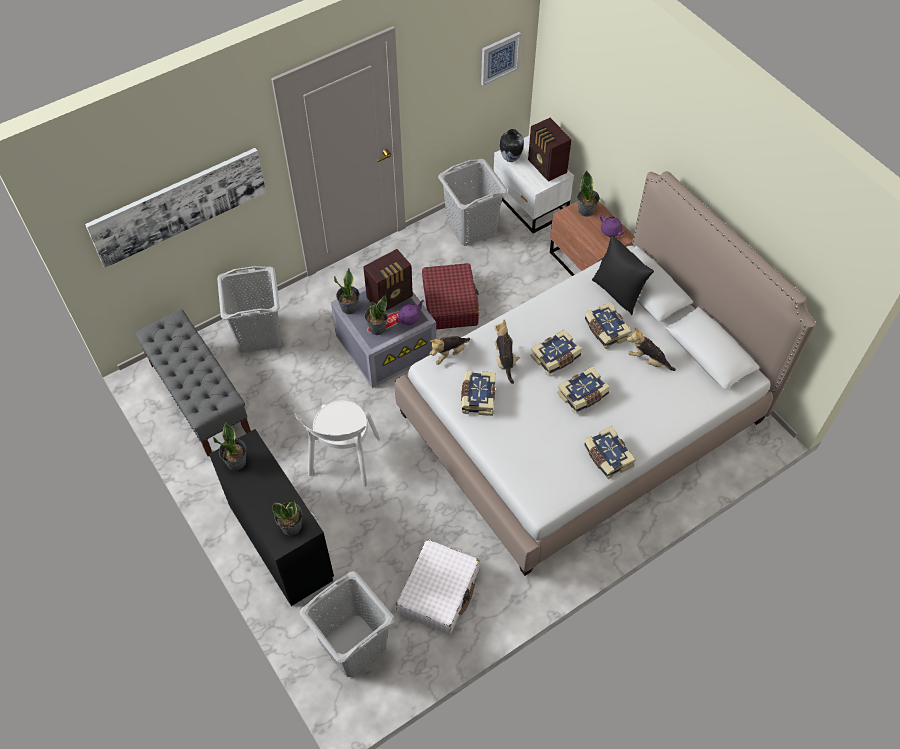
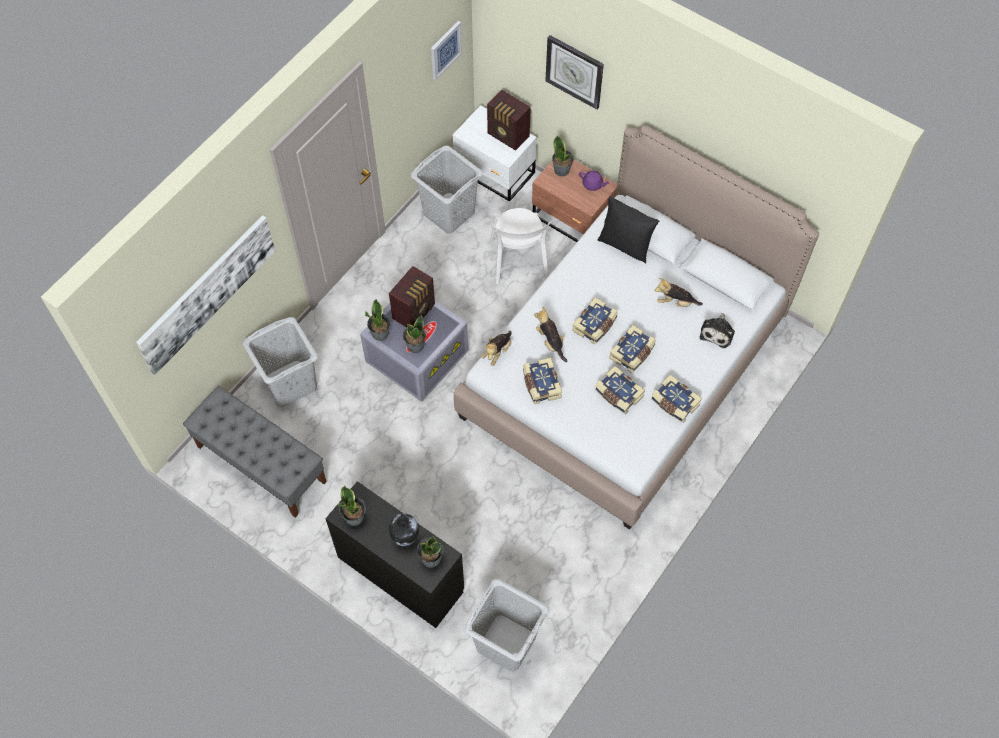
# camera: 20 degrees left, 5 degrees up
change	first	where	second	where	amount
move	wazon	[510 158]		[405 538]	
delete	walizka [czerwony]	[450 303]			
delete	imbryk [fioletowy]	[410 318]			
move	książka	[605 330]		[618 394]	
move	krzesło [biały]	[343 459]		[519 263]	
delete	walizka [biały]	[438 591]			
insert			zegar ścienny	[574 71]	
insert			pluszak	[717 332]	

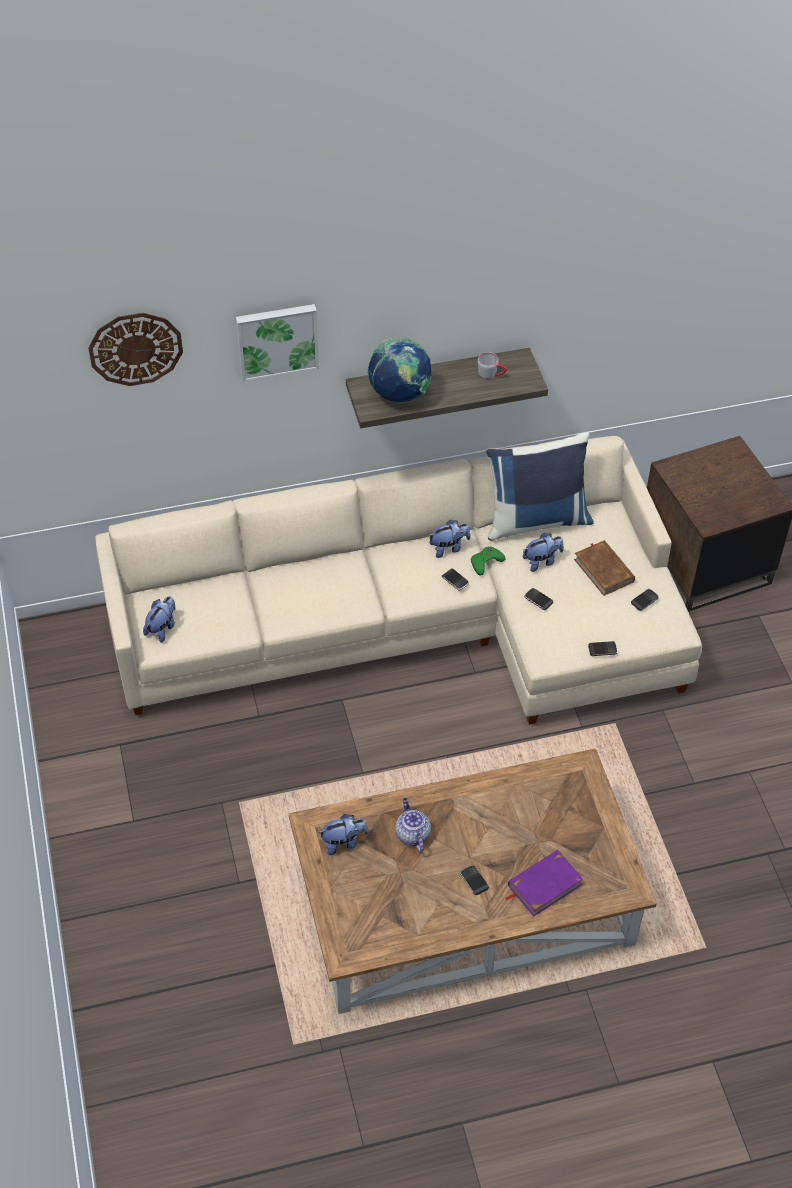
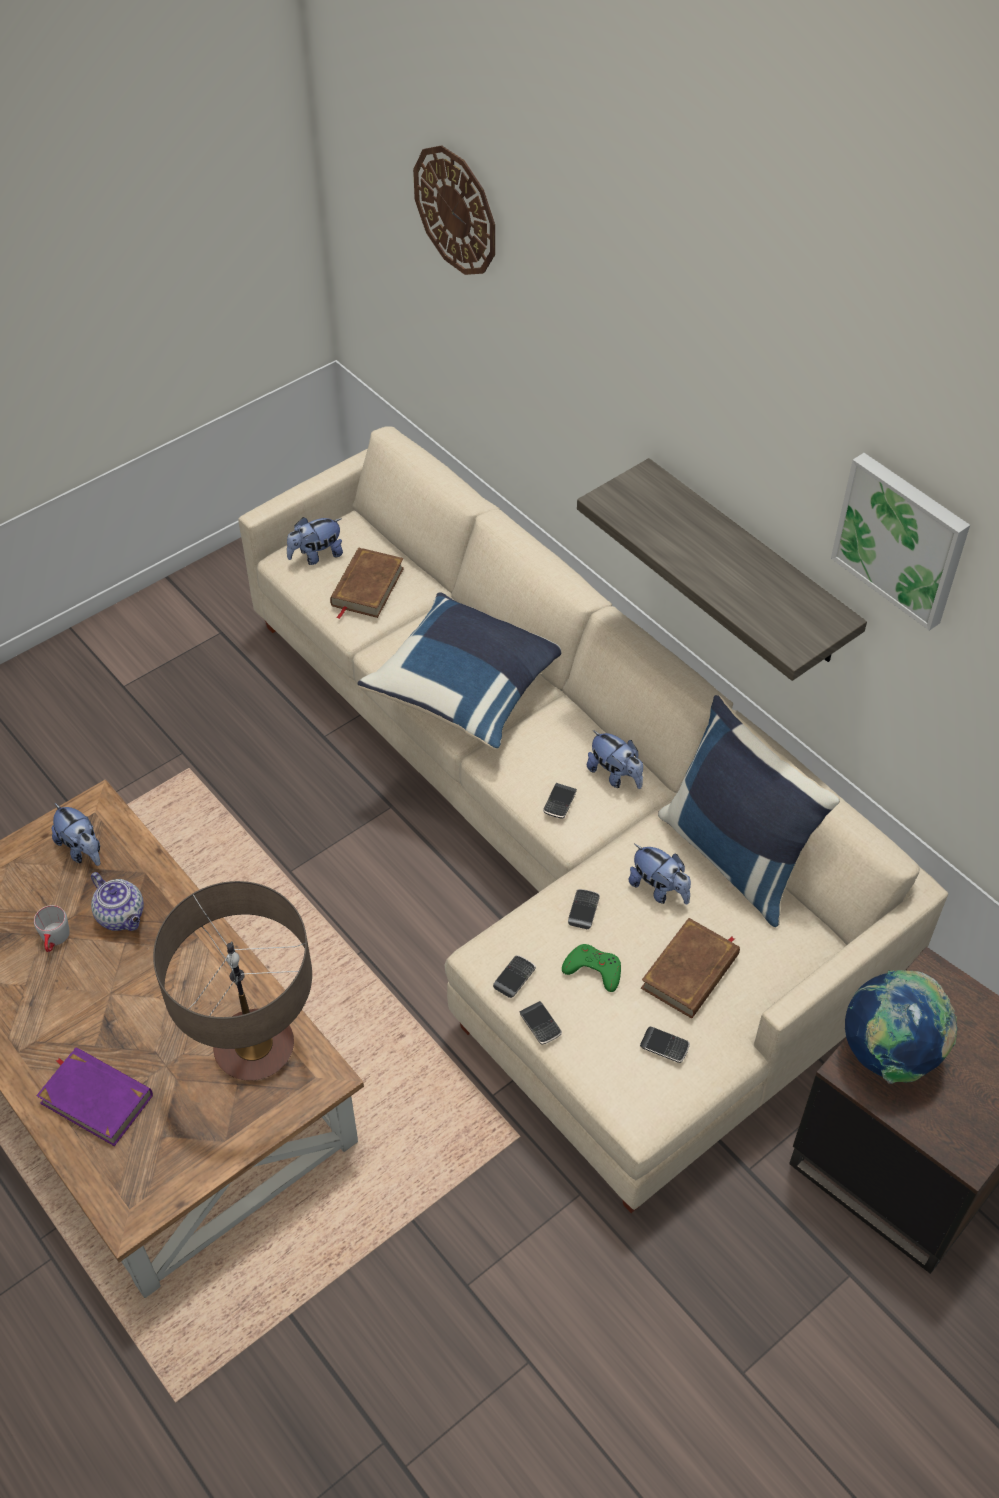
# camera: 65 degrees right, 0 degrees up
change	first	where	second	where	amount
move	obraz	[277 340]		[902 538]	
move	globus	[400 394]		[890 1054]	
move	kubek [szary]	[491 374]		[55 940]	
move	pad do gier [zielony]	[486 562]		[593 970]	
rotate	pluszak	[162 628]		[316 555]	150 degrees clockwise
rotate	imbryk	[412 834]		[122 916]	90 degrees clockwise
move	telefon	[474 881]		[514 978]	
insert			książka [brązowy]	[367 587]	
insert			poduszka [niebieski]	[466 689]	
insert			lampa stołowa	[254 1048]	

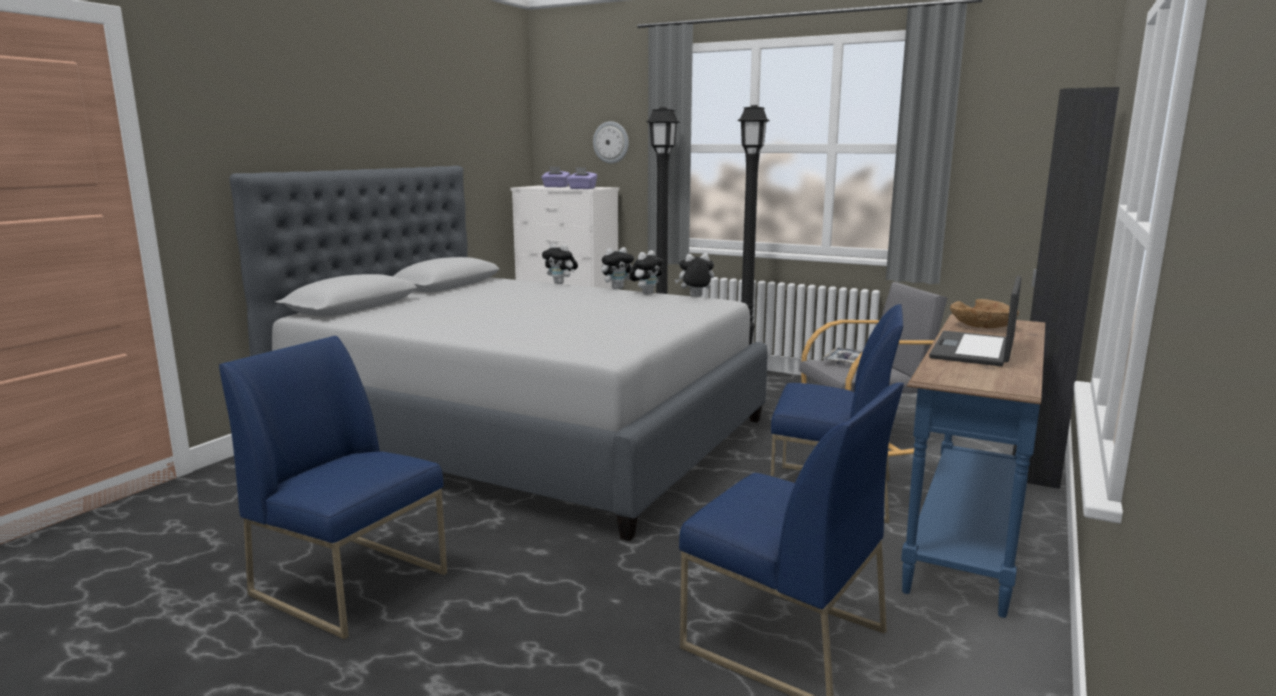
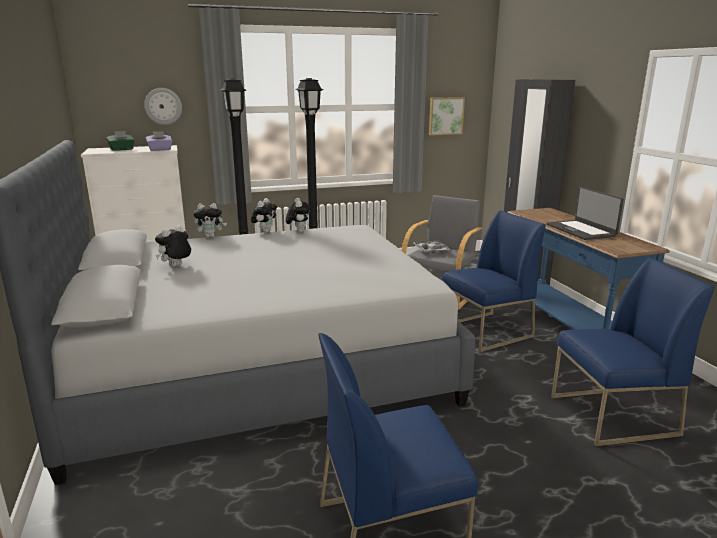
# camera: 45 degrees left, 5 degrees up
change	first	where	second	where	amount
recolor	pudełko chusteczek [fioletowy]	[555 187]	pudełko chusteczek [zielony]	[122 149]	
move	pluszak	[695 297]		[176 266]	
delete	miska [brązowy]	[982 327]			
insert			obraz	[445 116]	

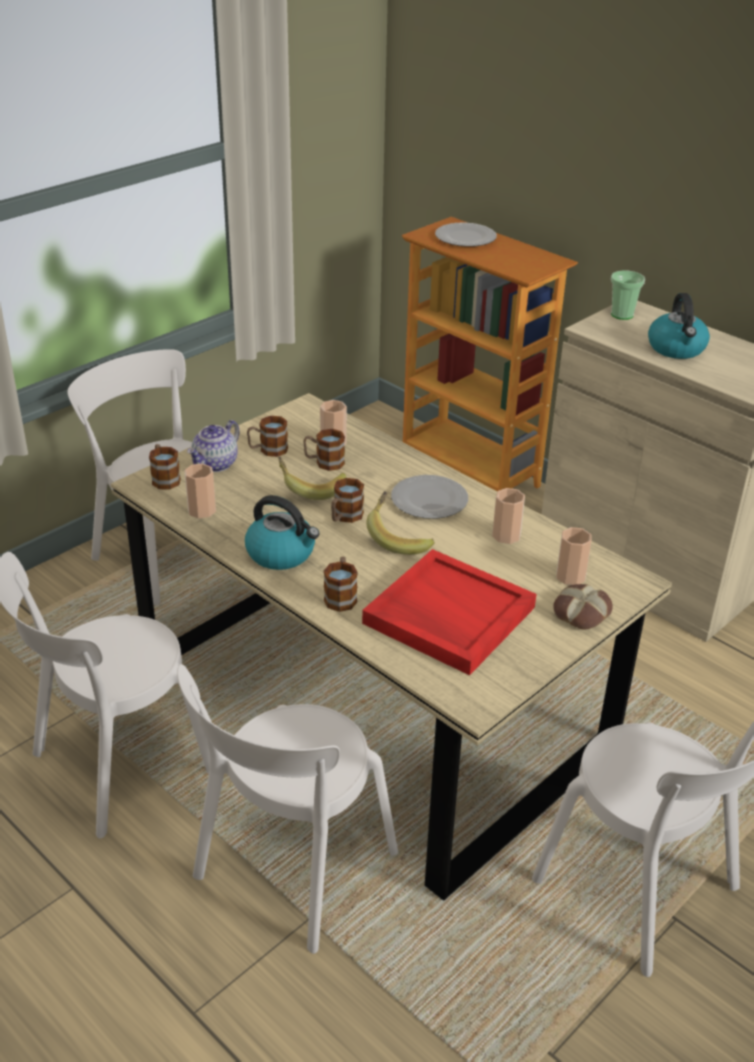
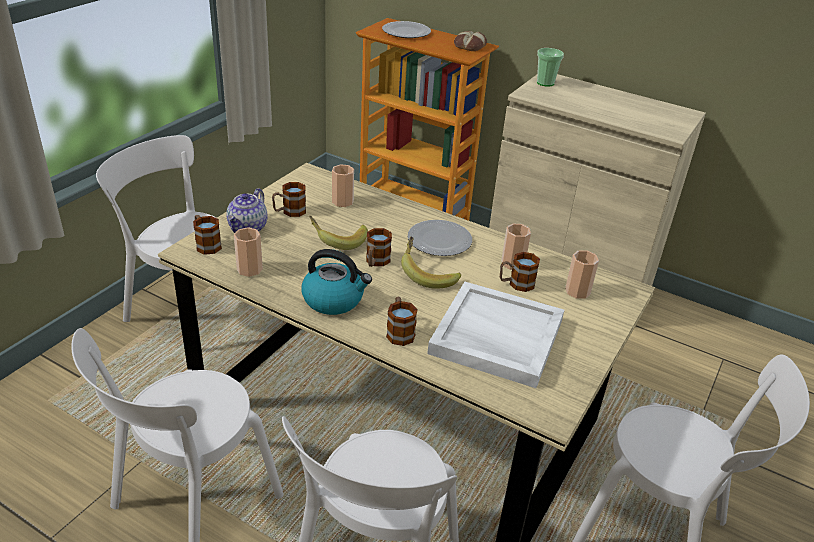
# camera: 15 degrees left, 0 degrees up
change	first	where	second	where	amount
delete	czajnik	[677 349]			
move	kubek	[324 462]		[516 284]	
recolor	taca [czerwony]	[447 615]	taca [biały]	[495 337]	
move	chleb	[580 612]		[469 46]	

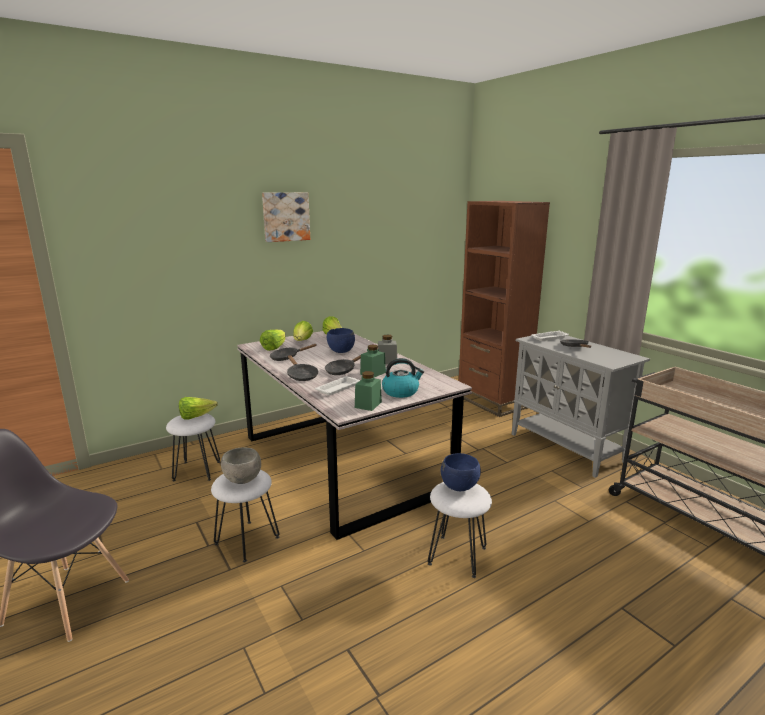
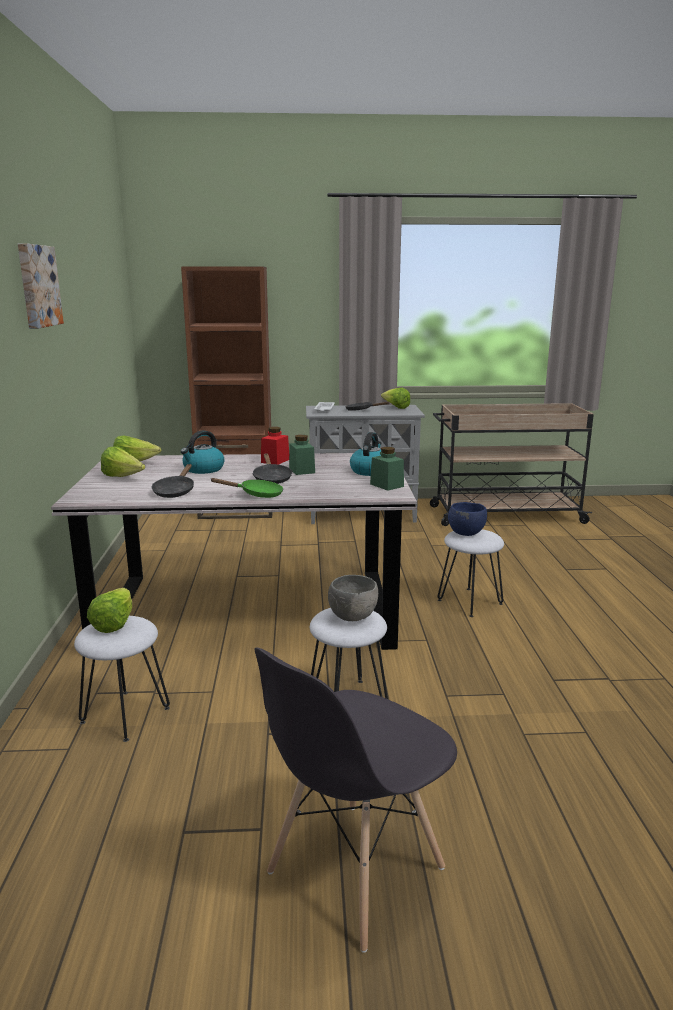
# camera: 60 degrees left, 0 degrees up
change	first	where	second	where	amount
replace	miska [niebieski]	[341 351]	czajnik	[203 469]	
move	sałata	[274 348]		[396 407]	
recolor	słoik [szary]	[387 361]	słoik [czerwony]	[275 461]	
recolor	patelnia [czarny]	[301 376]	patelnia [zielony]	[257 494]	
delete	taca [biały]	[338 388]			

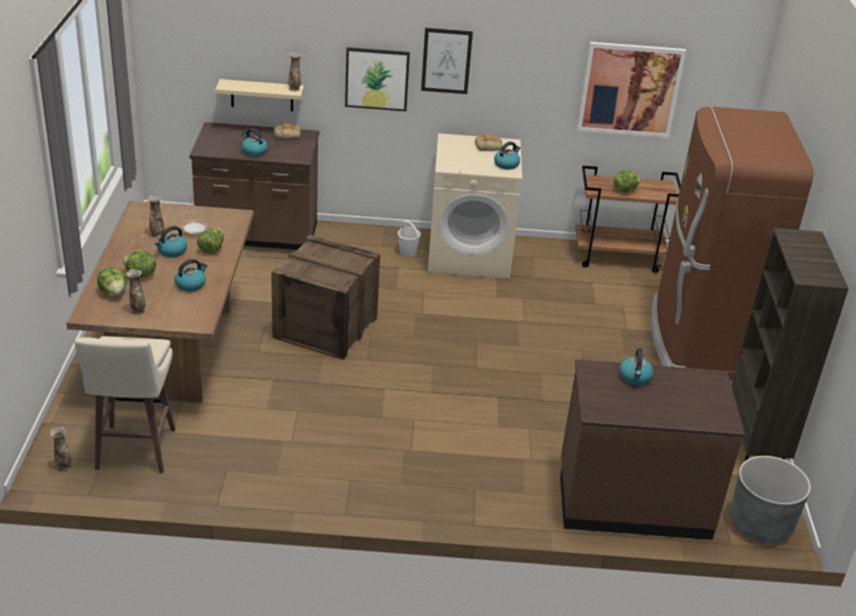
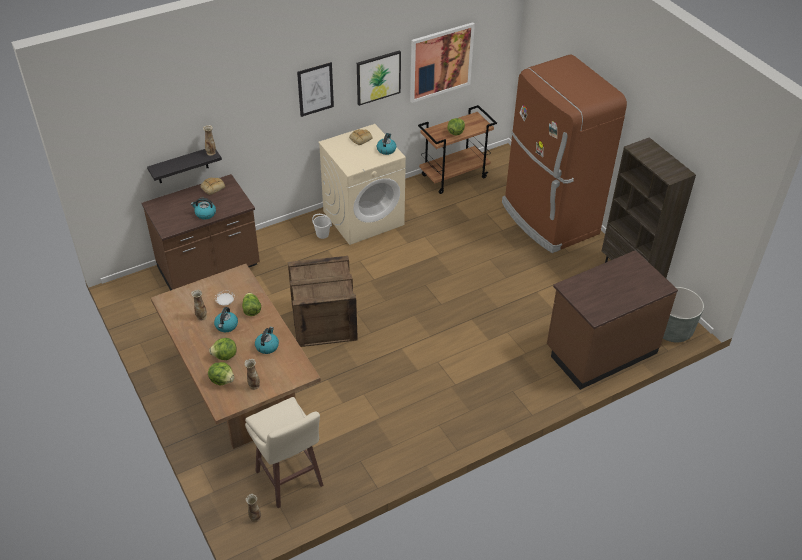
# camera: 30 degrees left, 10 degrees up
change	first	where	second	where	amount
move	obraz	[377 78]		[378 77]	
recolor	półka [beżowy]	[262 95]	półka [czarny]	[182 165]	
delete	czajnik	[635 377]			

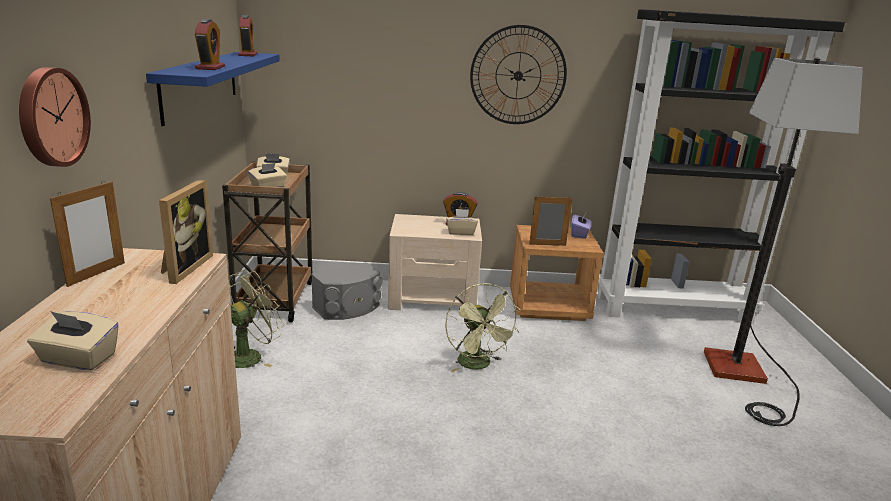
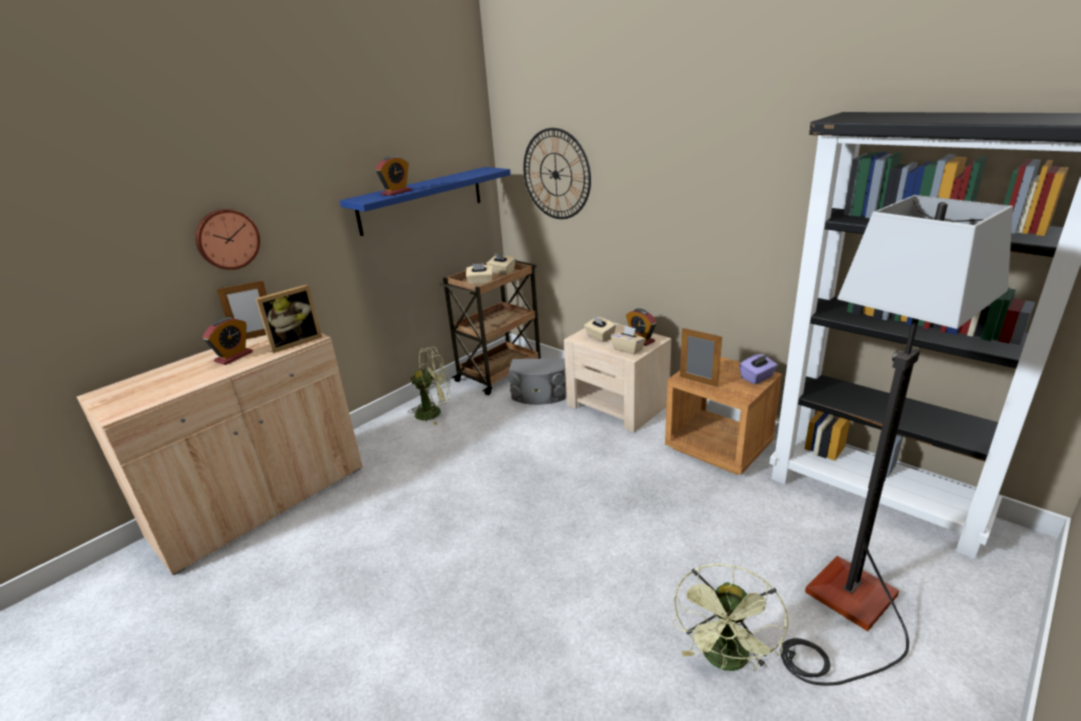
# camera: 45 degrees right, 5 degrees up
change	first	where	second	where	amount
move	budzik	[248 55]		[234 357]	
move	zegar ścienny	[518 75]		[556 174]	
move	wentylator [zielony]	[478 365]		[726 661]	
move	pudełko chusteczek [beżowy]	[78 359]		[599 337]	

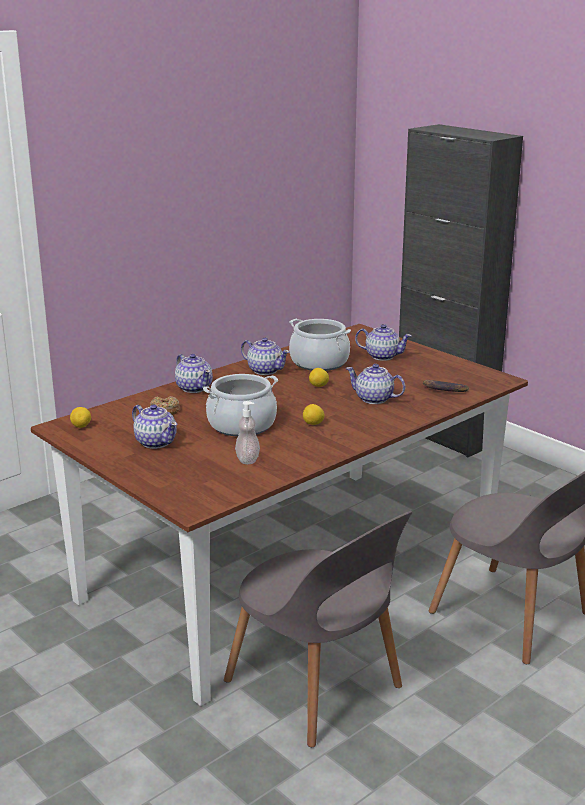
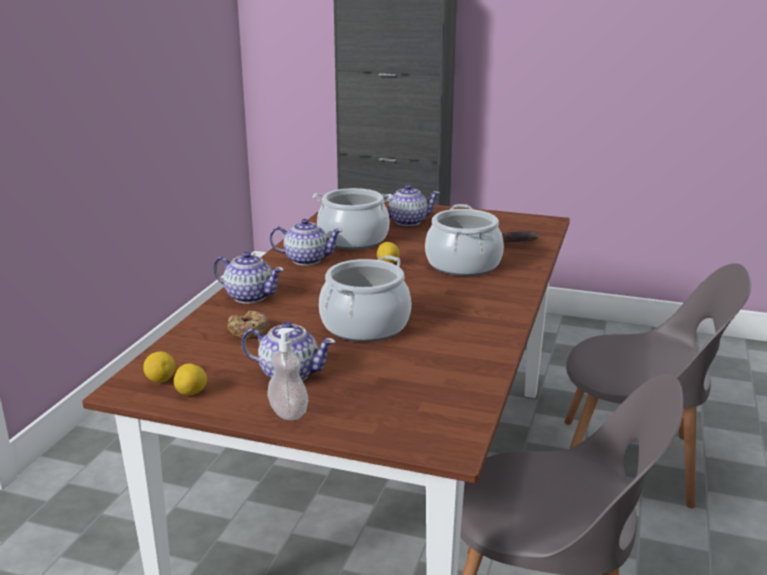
# camera: 30 degrees left, 0 degrees up
change	first	where	second	where	amount
replace	imbryk	[374 399]	garnek	[463 265]	
move	dozownik mydła	[247 460]		[288 413]	
move	cytryna	[313 424]		[192 393]	

